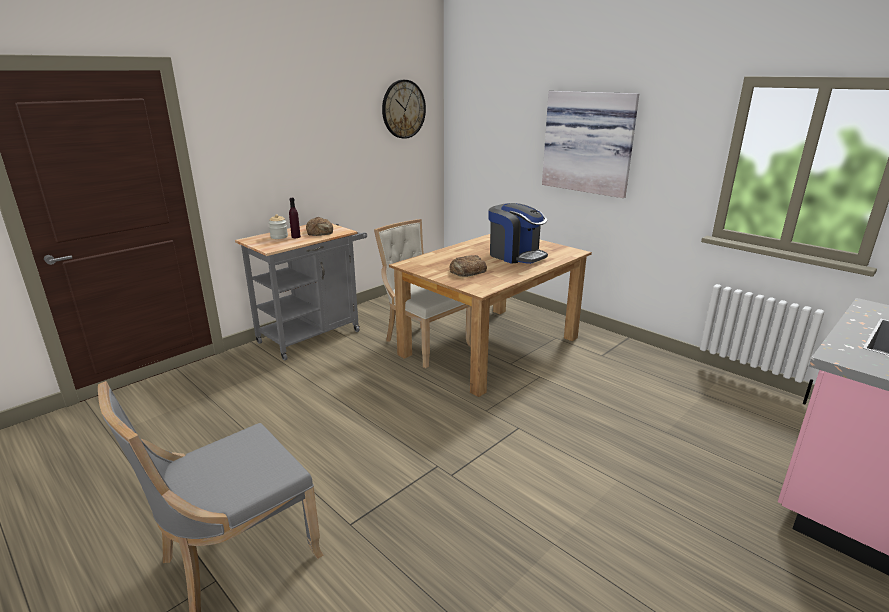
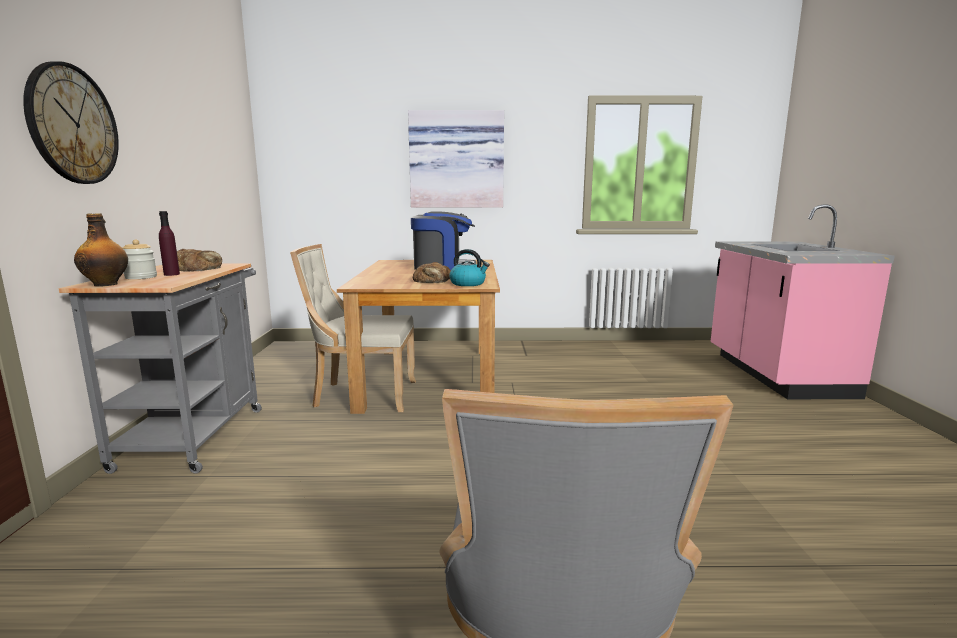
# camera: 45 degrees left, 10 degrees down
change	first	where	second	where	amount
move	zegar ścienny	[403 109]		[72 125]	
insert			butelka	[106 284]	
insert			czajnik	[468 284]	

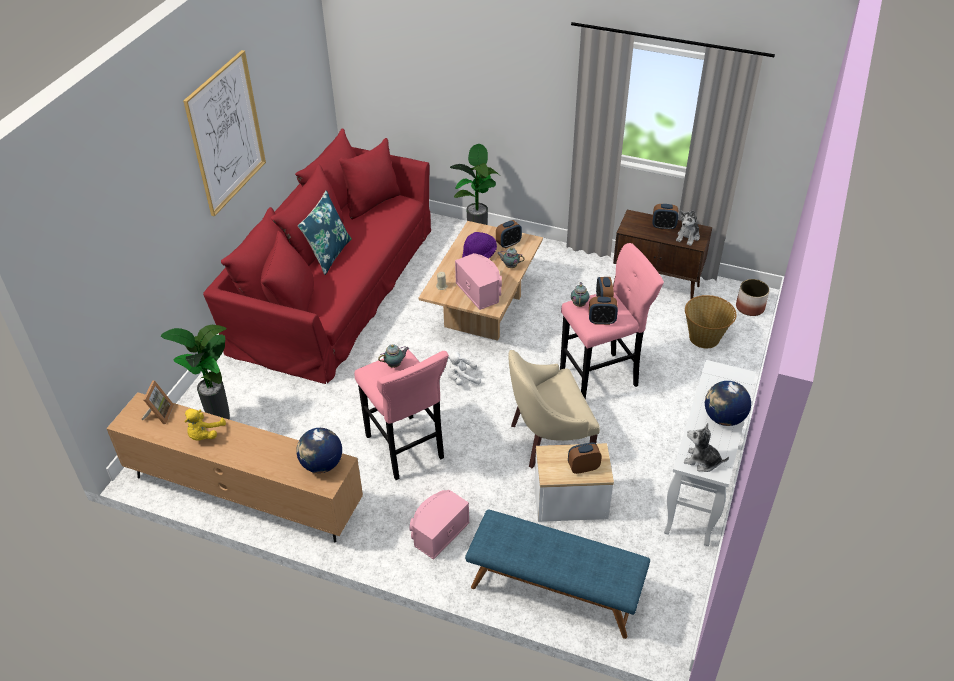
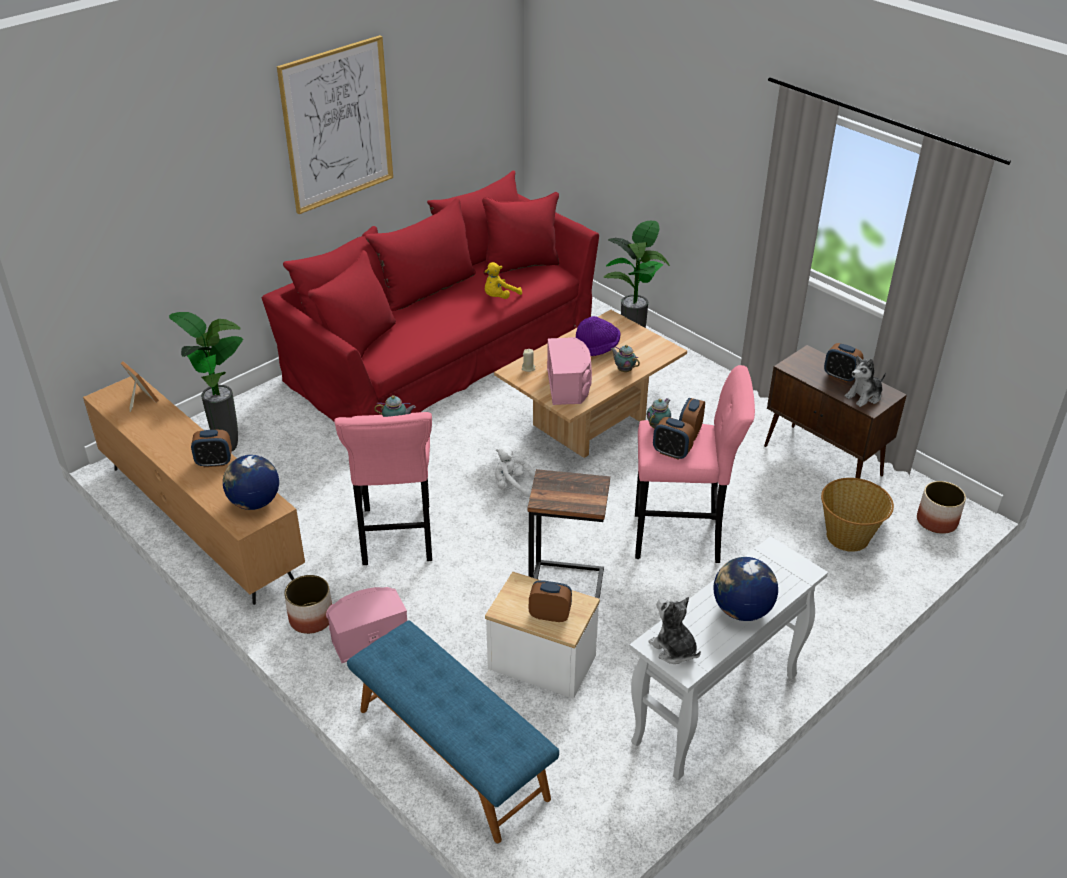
# camera: 25 degrees right, 5 degrees down
change	first	where	second	where	amount
delete	poduszka [niebieski]	[328 254]			
move	budzik	[508 243]		[214 462]	
replace	fotel [beżowy]	[548 439]	stolik	[566 583]	
rotate	ramka na zdjęcie	[159 414]		[140 400]	75 degrees counterclockwise
move	pluszak [żółty]	[204 435]		[499 297]	
insert			donica	[311 618]	

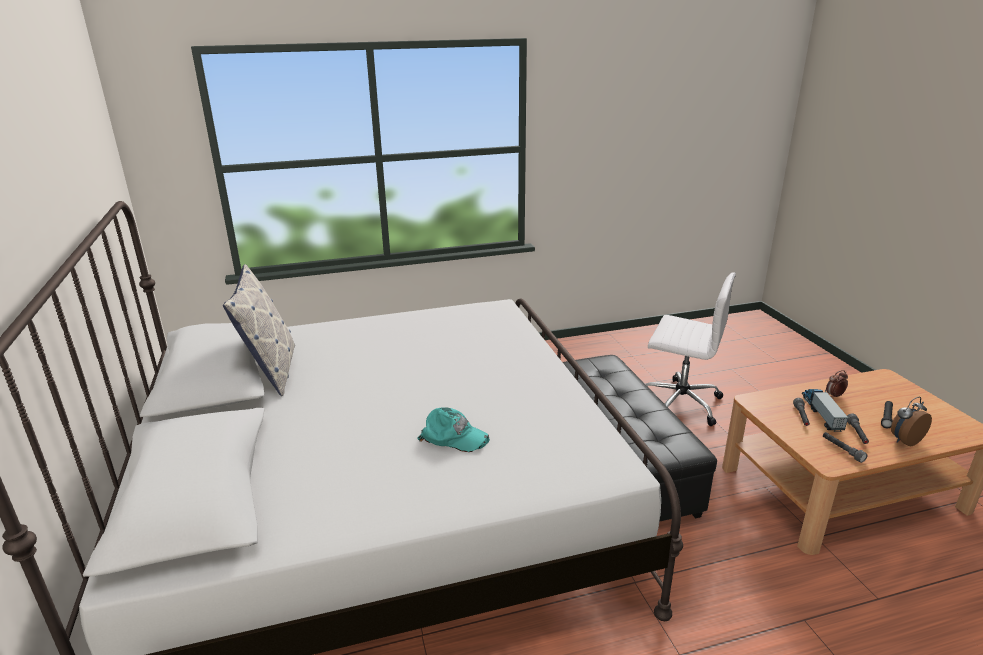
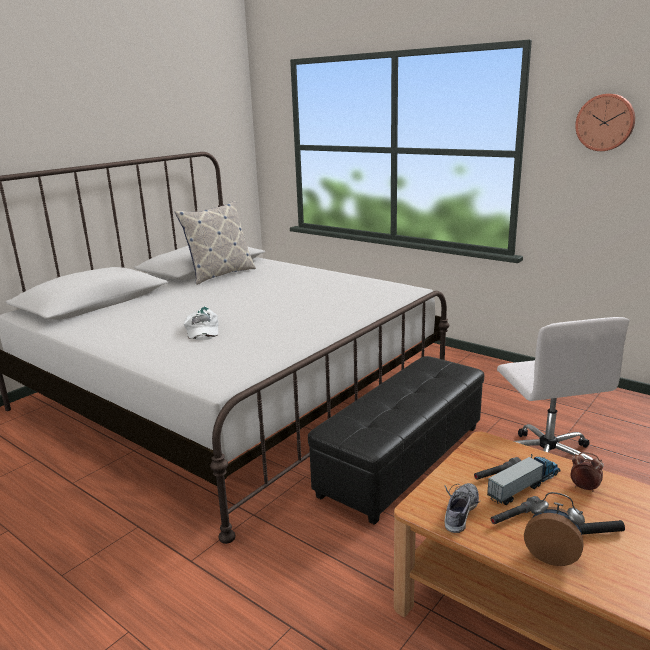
# camera: 55 degrees right, 5 degrees down
change	first	where	second	where	amount
recolor	czapka z daszkiem [turkusowy]	[454 437]	czapka z daszkiem [biały]	[201 330]	
replace	latarka [szary]	[842 450]	but	[460 512]	
insert			zegar ścienny	[605 122]	

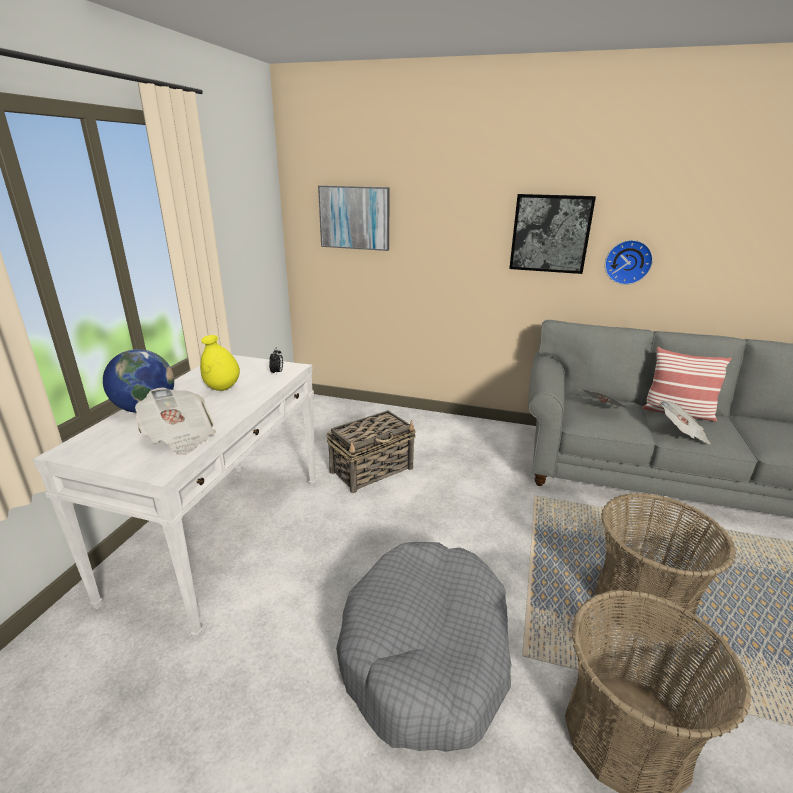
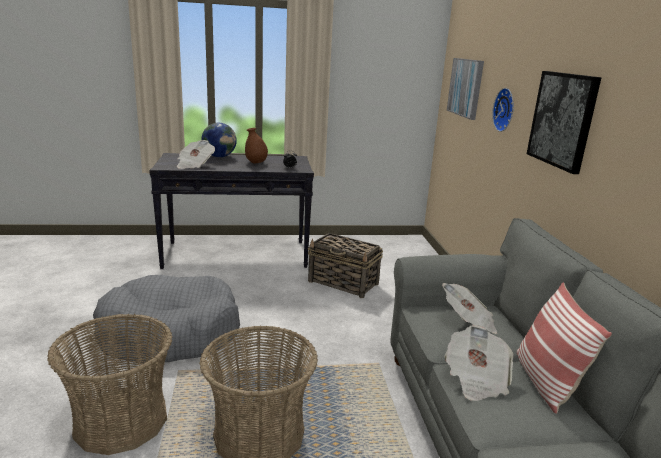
# camera: 65 degrees right, 5 degrees down
change	first	where	second	where	amount
move	zegar ścienny	[627 262]		[506 110]	
recolor	wazon [żółty]	[222 388]	wazon [brązowy]	[256 163]	
recolor	stolik konsolowy [biały]	[223 535]	stolik konsolowy [czarny]	[237 254]	

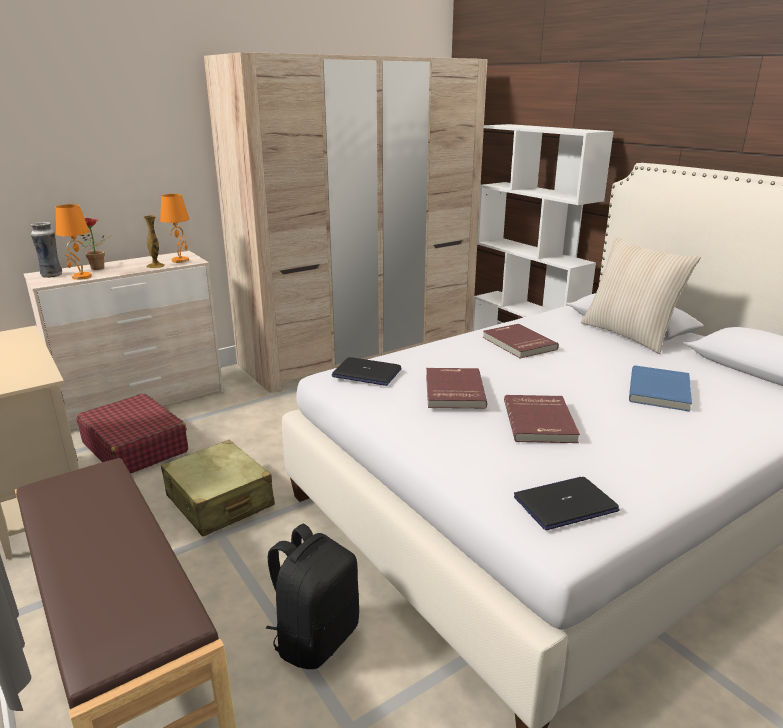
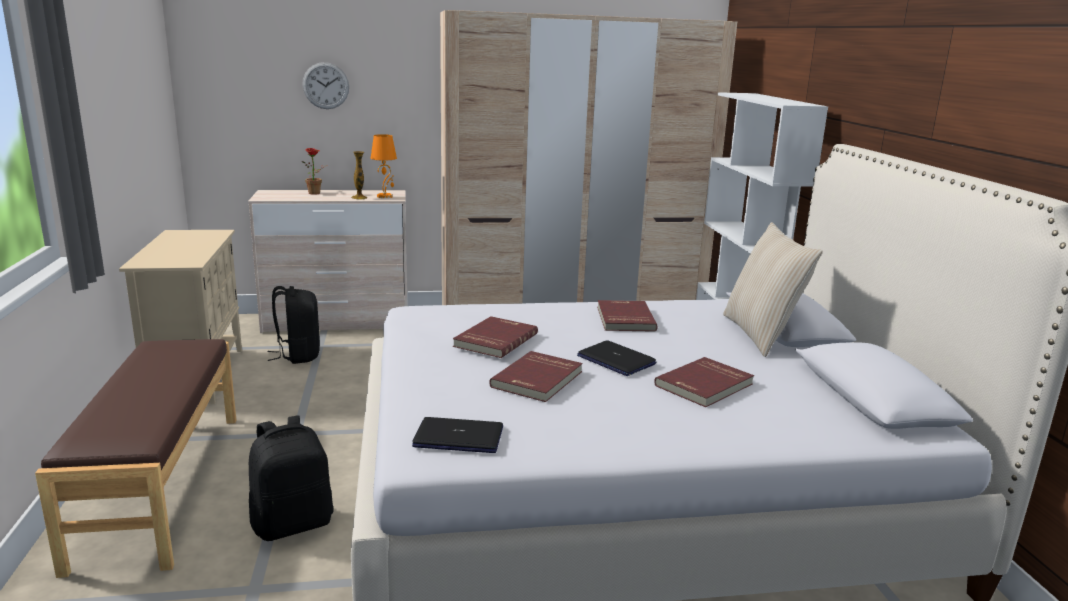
# camera: 25 degrees right, 5 degrees down
change	first	where	second	where	amount
delete	lampa stołowa [pomarańczowy]	[81 277]			
delete	wazon	[52 275]			
move	laptop	[366 373]		[615 360]	
recolor	książka [niebieski]	[661 391]	książka [czerwony]	[705 385]	
replace	walizka [czerwony]	[135 447]	plecak [czarny]	[298 355]	
delete	walizka [beżowy]	[219 501]			
insert			zegar ścienny	[326 85]	

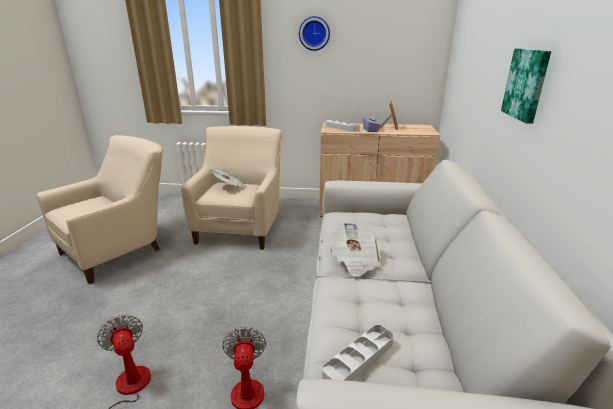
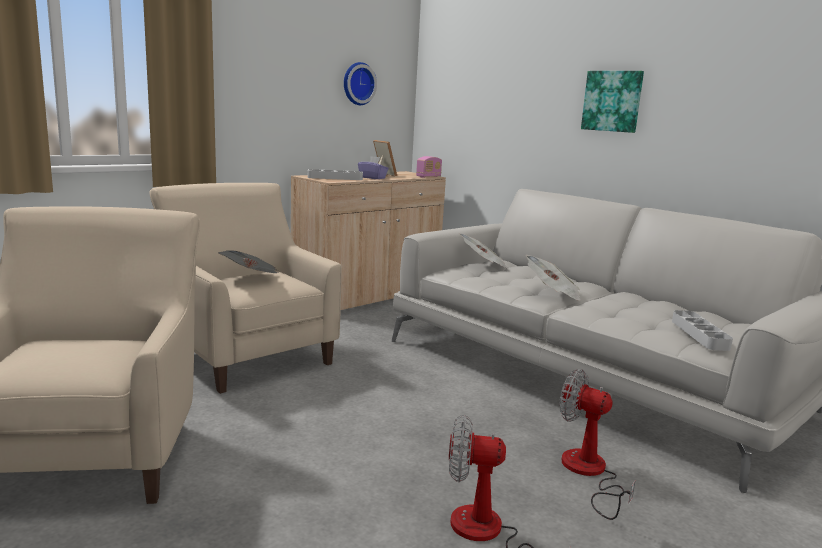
# camera: 50 degrees left, 10 degrees down
change	first	where	second	where	amount
move	zegar ścienny	[314 33]		[357 83]	
insert			radio	[428 177]	
insert			gazeta	[483 265]	

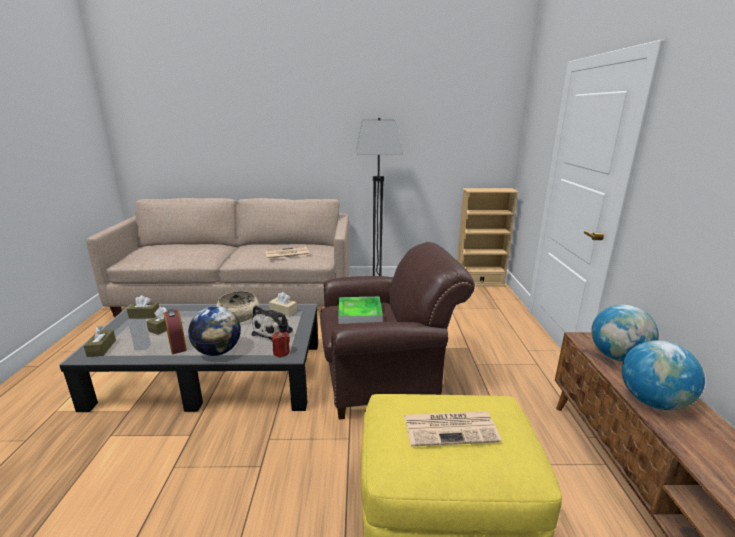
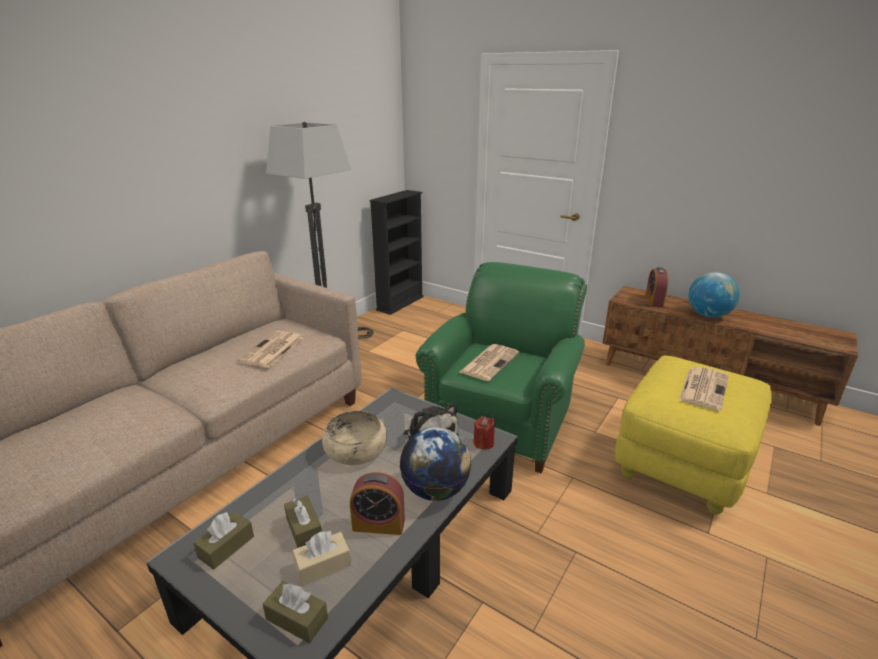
# camera: 55 degrees left, 5 degrees up
change	first	where	second	where	amount
recolor	regał [beżowy]	[479 283]	regał [czarny]	[400 303]	
recolor	fotel [brązowy]	[386 379]	fotel [zielony]	[503 421]	
move	pudełko chusteczek [beżowy]	[283 311]		[323 565]	
replace	taca	[360 313]	gazeta	[489 362]	
replace	globus	[617 357]	budzik	[654 301]	

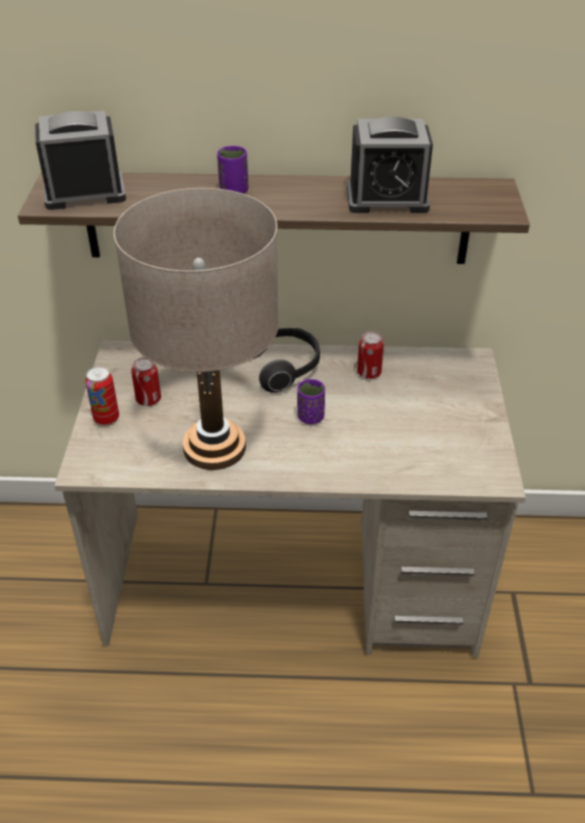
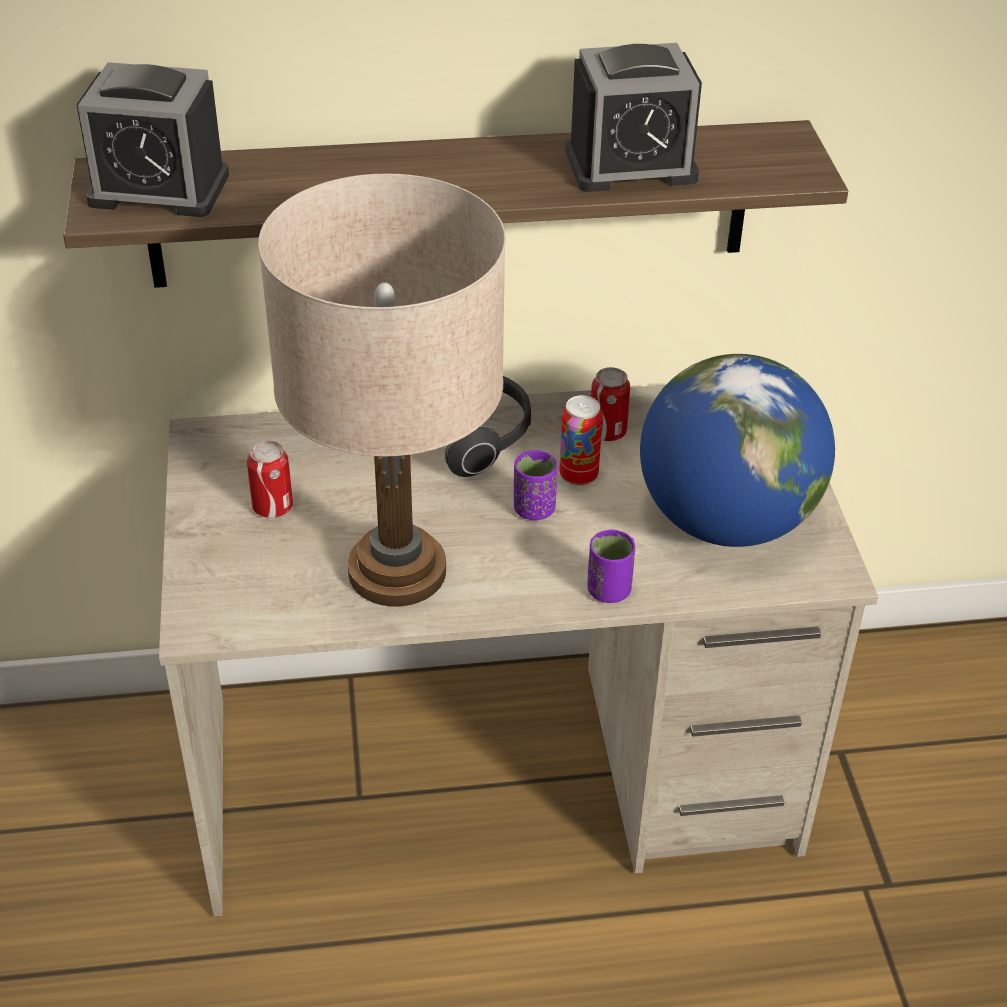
# camera: 10 degrees left, 0 degrees up
change	first	where	second	where	amount
rotate	budzik	[85 192]		[159 189]	150 degrees counterclockwise
move	filiżanka [fioletowy]	[234 191]		[608 591]	
move	puszka	[106 418]		[578 476]	
insert			globus	[726 521]	

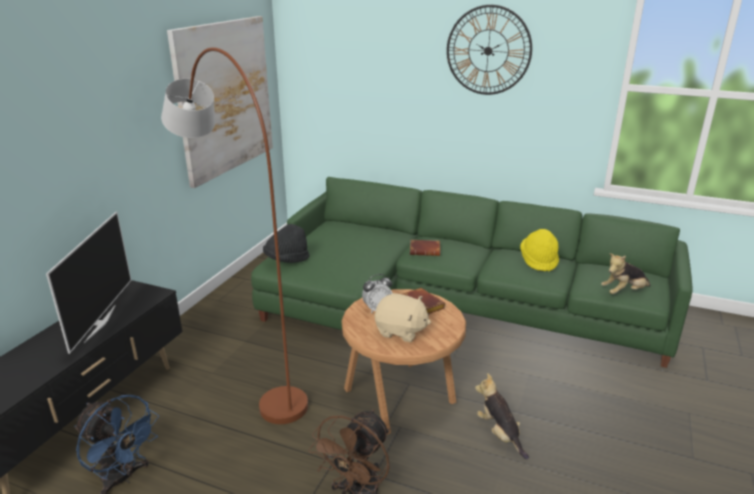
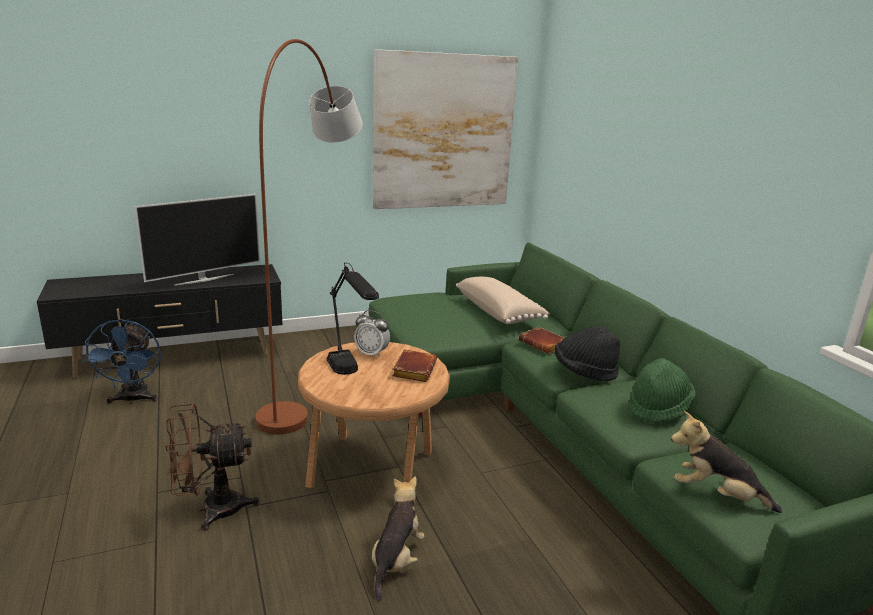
# camera: 45 degrees right, 5 degrees down
change	first	where	second	where	amount
delete	zegar ścienny	[488 50]			
move	kapelusz [czarny]	[286 260]		[584 372]	
recolor	kapelusz [żółty]	[539 261]	kapelusz [zielony]	[658 408]	
replace	pluszak [beżowy]	[401 331]	lampa stołowa [czarny]	[350 377]	
insert			poduszka [beżowy]	[499 312]	

